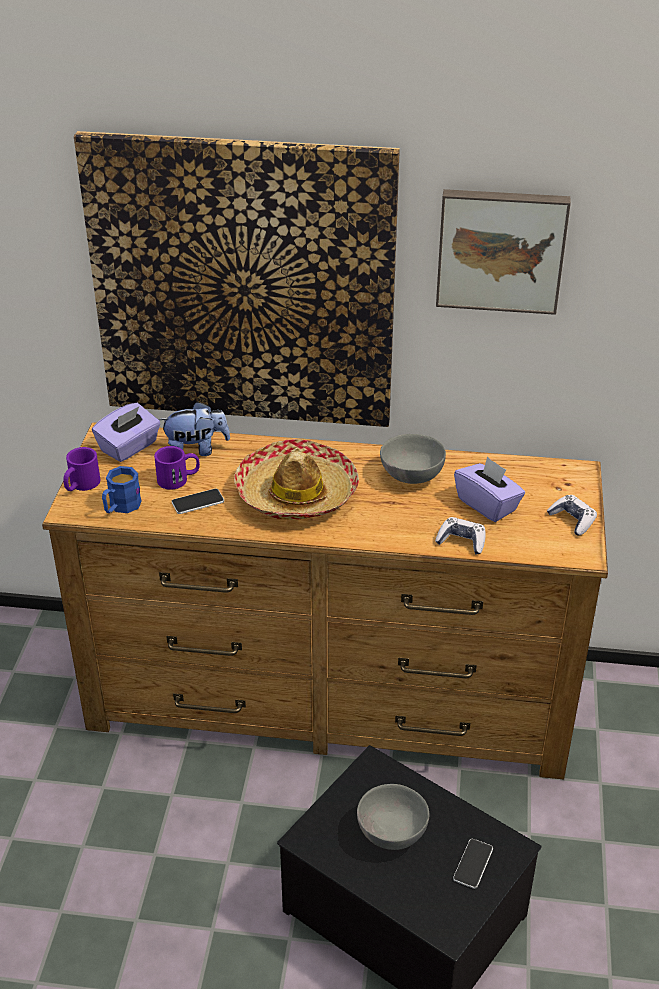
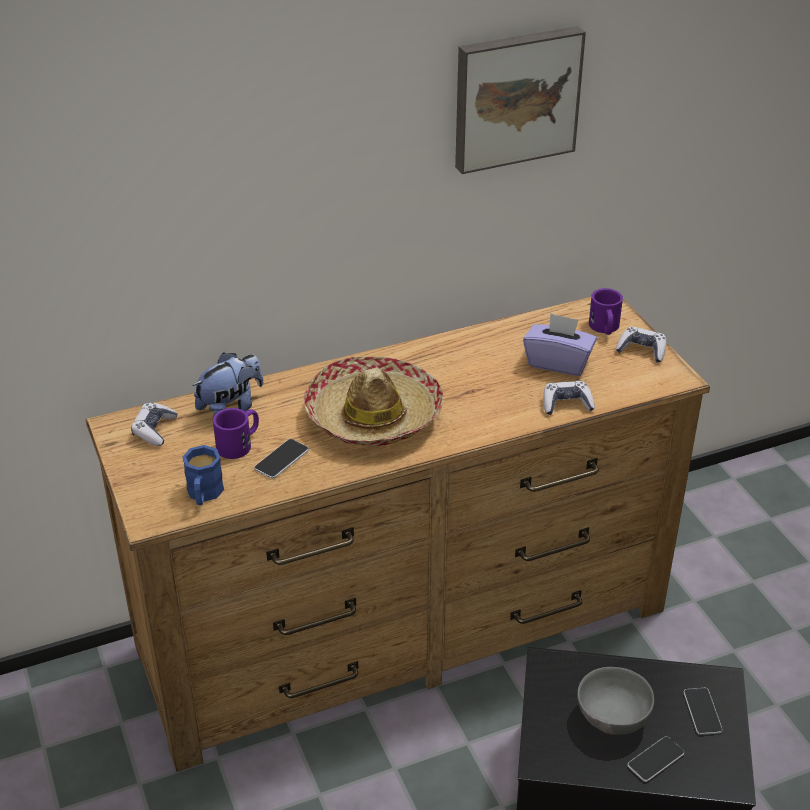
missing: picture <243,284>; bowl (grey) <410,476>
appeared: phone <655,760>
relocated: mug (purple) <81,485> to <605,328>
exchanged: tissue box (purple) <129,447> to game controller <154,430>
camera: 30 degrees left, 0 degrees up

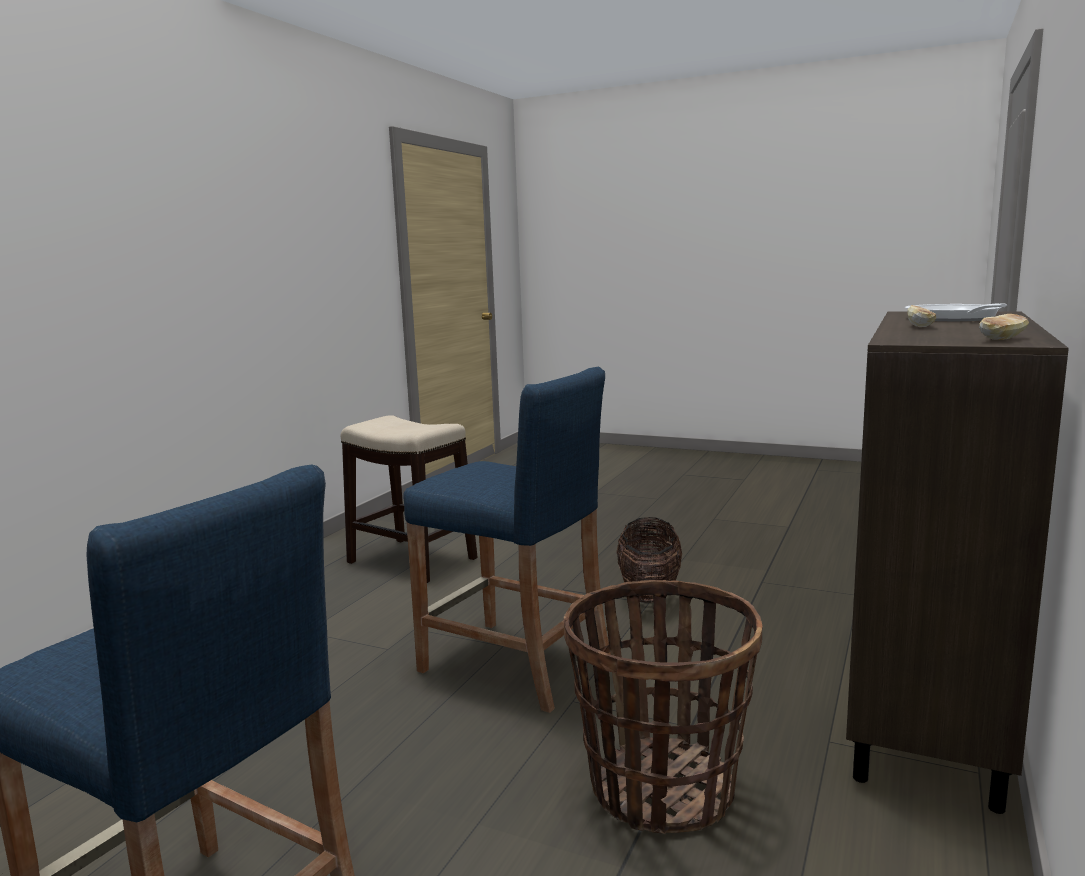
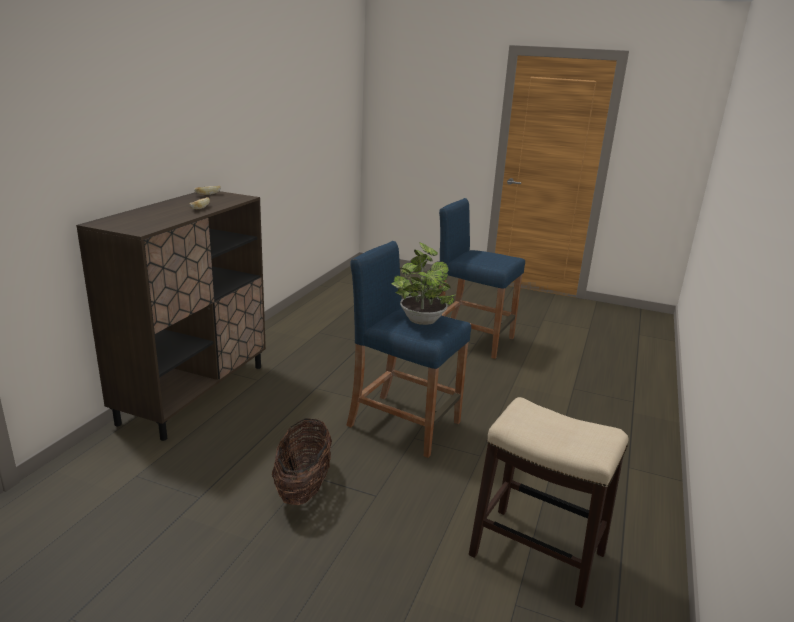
missing: basket <660,788>; frying pan <954,319>
appeared: potted plant <421,319>
camera: 175 degrees right, 10 degrees up

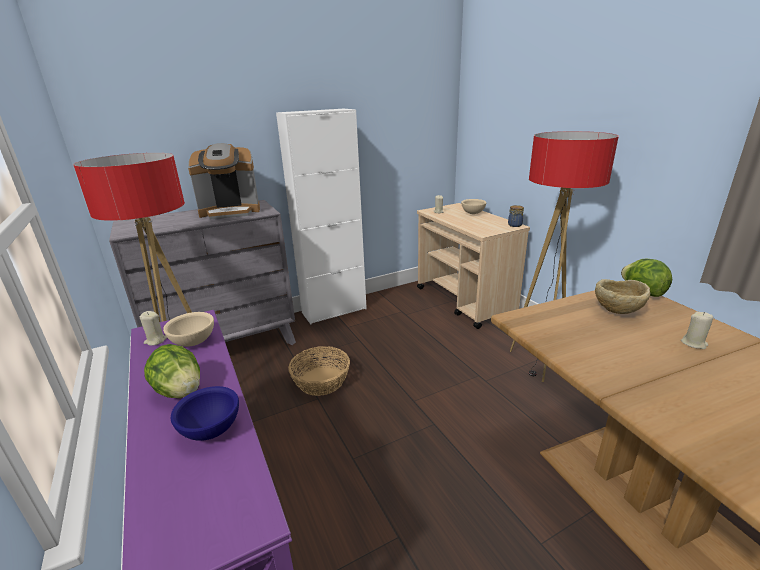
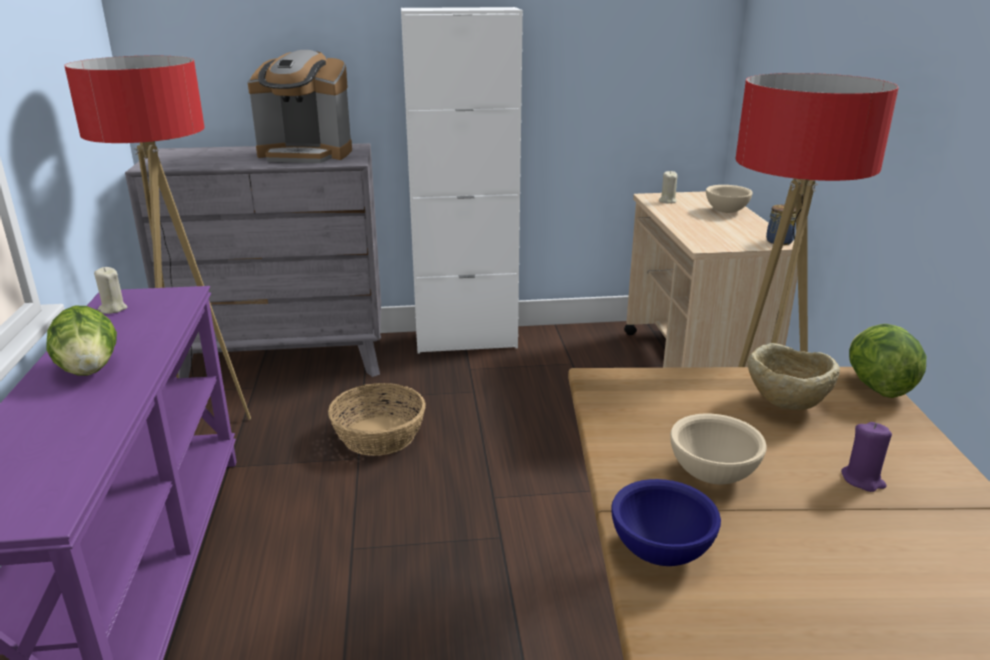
relocated: bowl (beige) <193,342> to <711,473>; bowl (blue) <212,429> to <661,550>
colour: candle (beige) <694,343> to candle (purple) <862,480>
camera: 20 degrees right, 0 degrees up

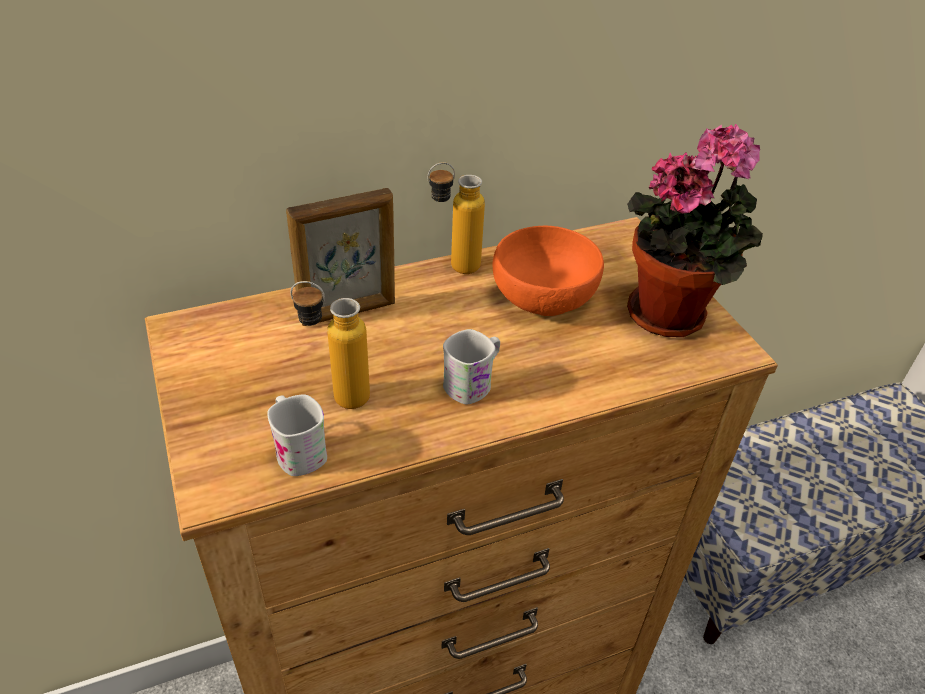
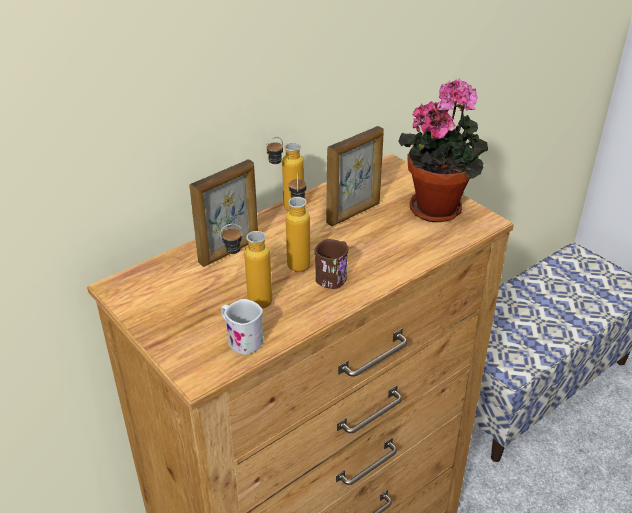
appeared: bottle <298,259>
exchanged: bowl (orange) <544,294> to picture frame <354,213>
colour: mug (white) <473,383> to mug (brown) <334,276>
camera: 15 degrees left, 5 degrees down

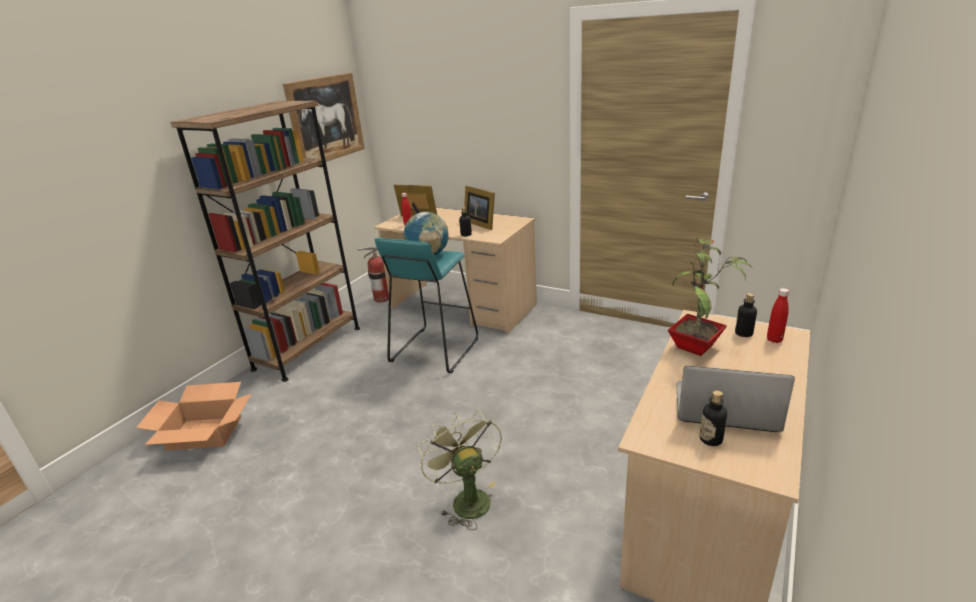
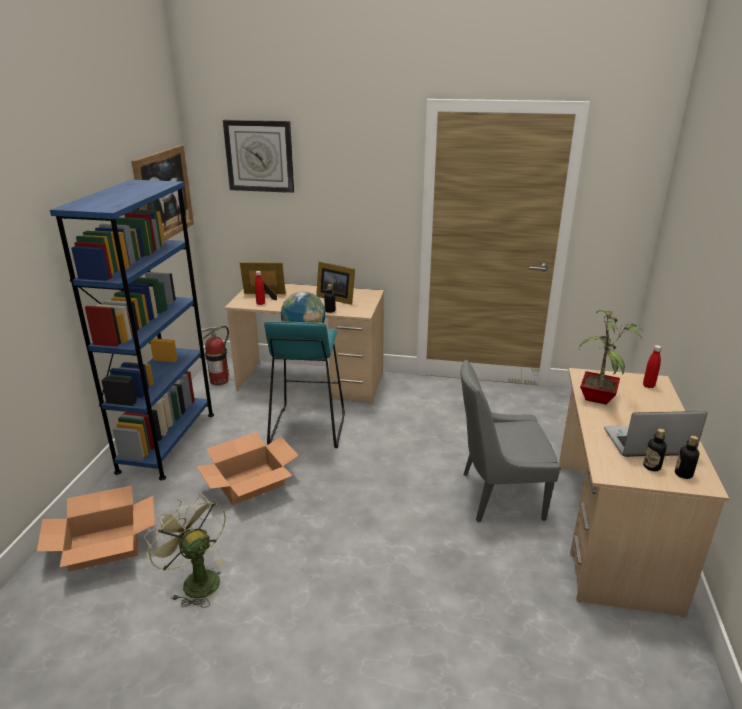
appeared: cardboard box <250,483>; wall clock <259,156>; chair (grey) <498,496>
relocated: fan (green) <466,498> to <195,580>; bottle <743,333> to <683,474>
colour: bookcase (brown) <308,348> to bookcase (blue) <167,442>
camera: 20 degrees left, 0 degrees up

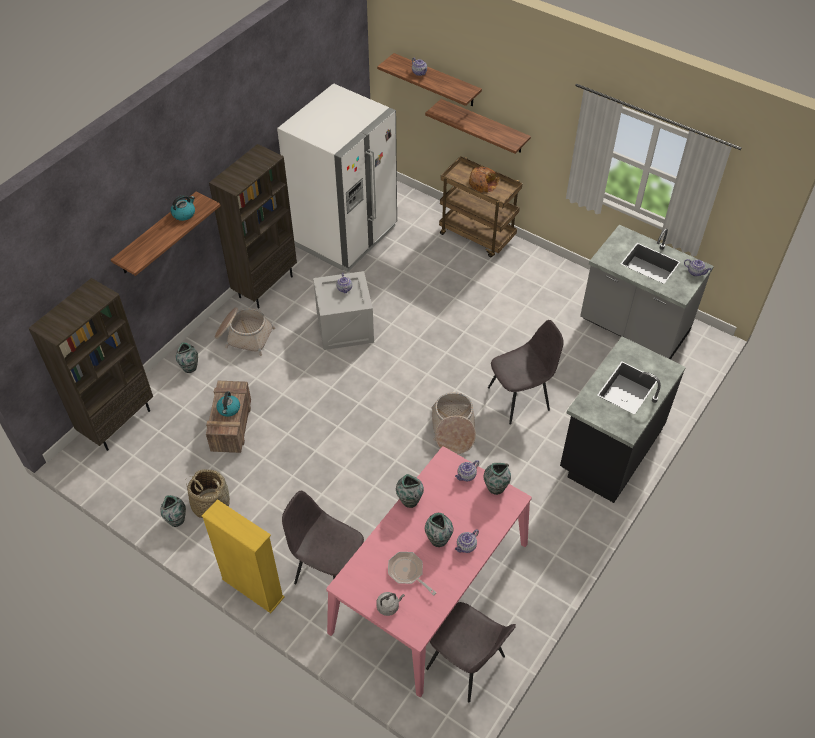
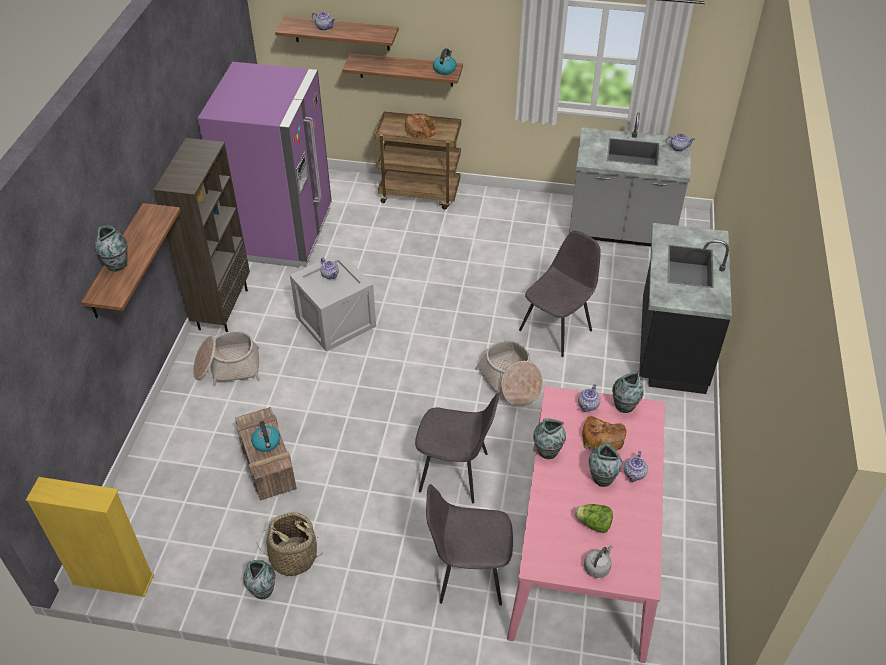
missing: bookcase (brown) <118,423>
appeared: bread <602,438>
relocated: kettle <184,214> to <444,69>; vase <190,367> to <117,264>; bookcase (yellow) <253,588> to <113,580>; chair (grey) <467,664> to <456,473>
exchanged: frying pan <408,572> to lettuce <593,524>
colour: fridge (white) <345,235> to fridge (purple) <281,233>
camera: 25 degrees left, 5 degrees down

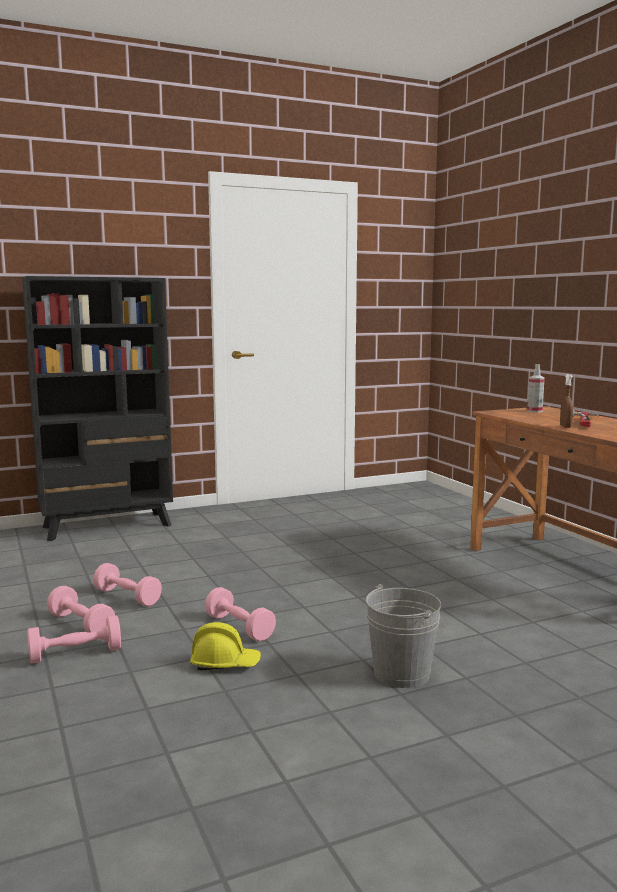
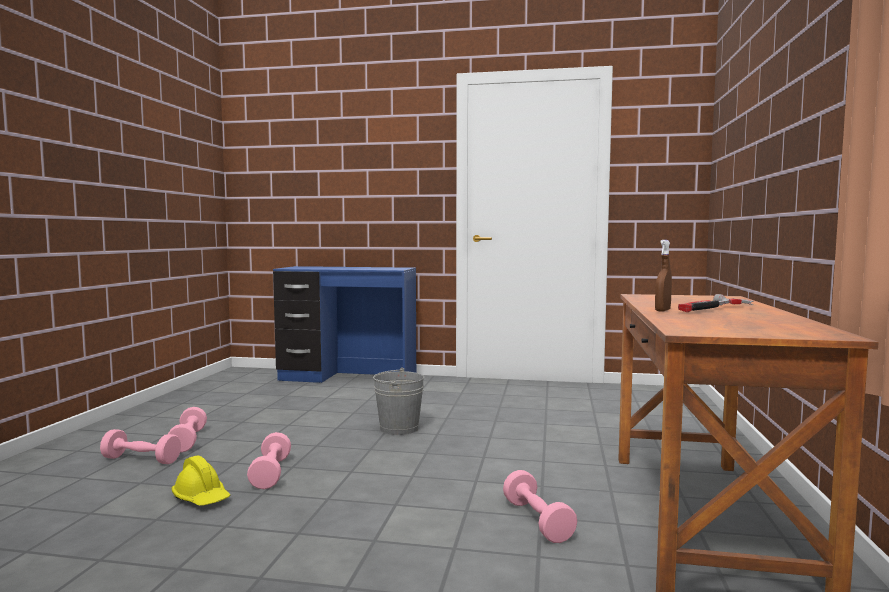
missing: spray bottle <534,411>
relocated: dumbbell (pink) <127,597> to <537,521>; bucket (grey) <401,673> to <399,428>
exchanged: bookcase (black) <108,526> to desk (blue) <347,378>
camera: 35 degrees right, 5 degrees down

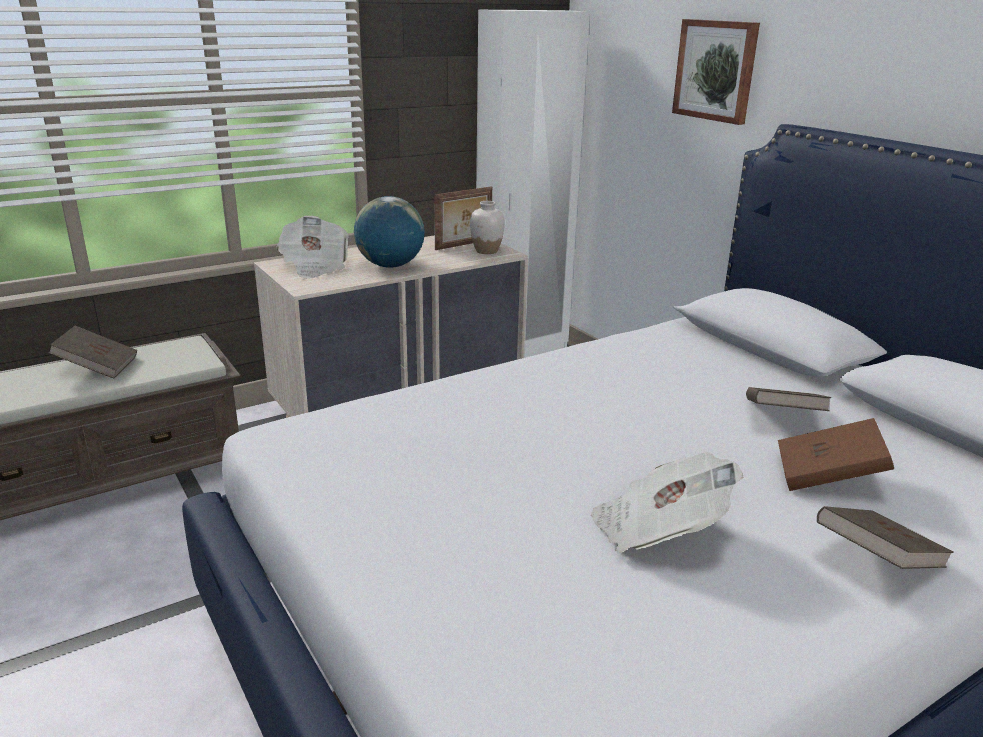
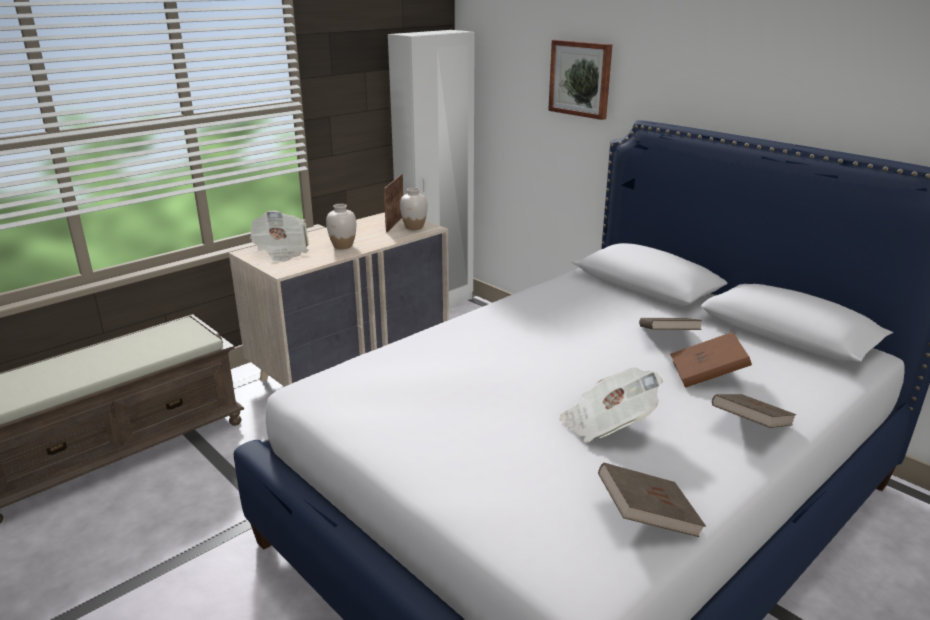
relocated: book (brown) <97,367> to <647,517>
exchanged: globe <390,265> to vase (white) <342,246>
spun: picture frame <464,245> = <394,223> 150 degrees clockwise
camera: 10 degrees left, 0 degrees up

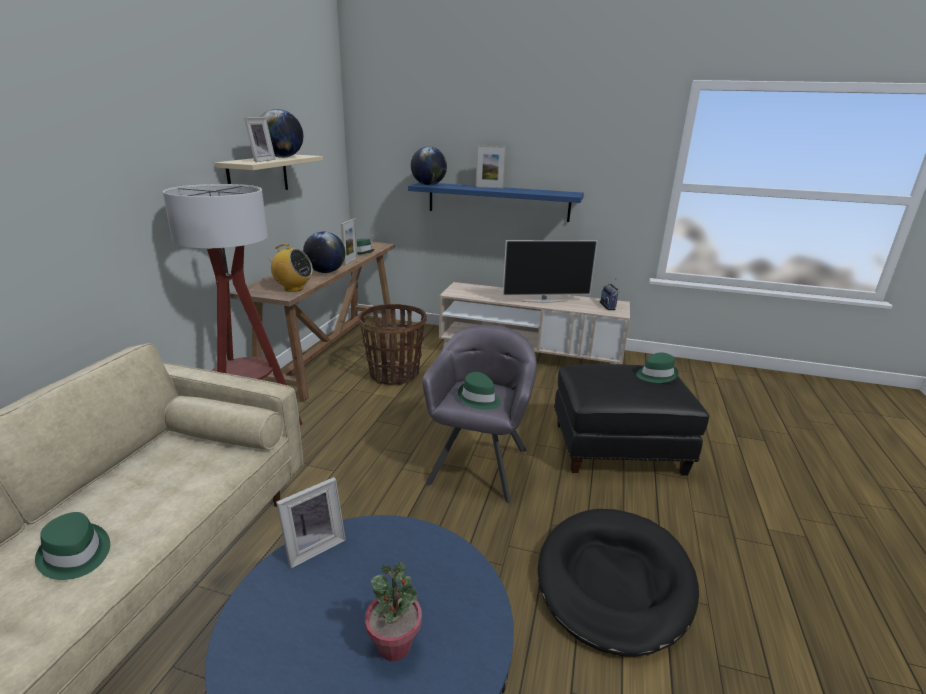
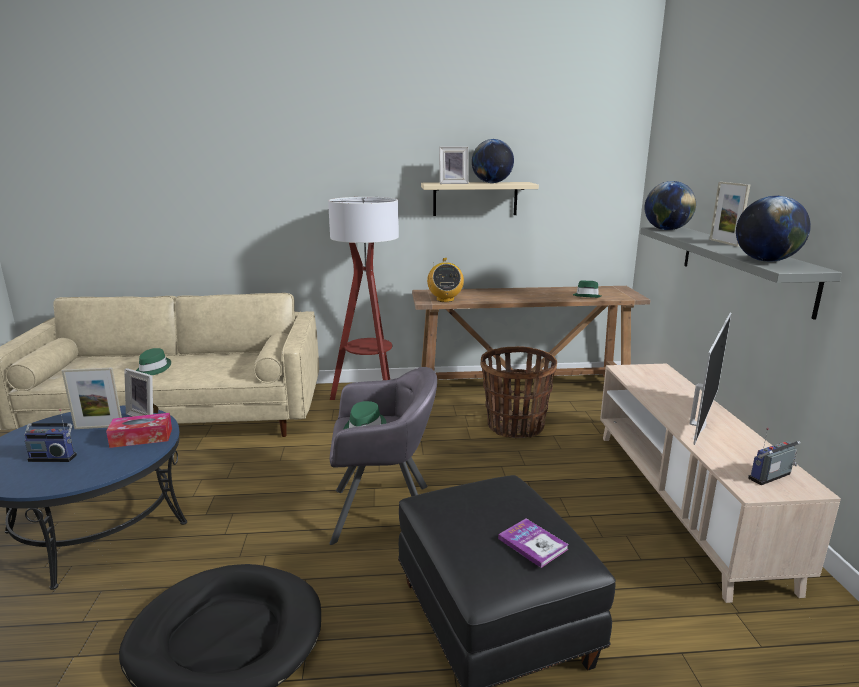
appeared: tissue box <141,438>
relocated: globe <326,272> to <766,261>; picture frame <350,261> to <99,427>
exchanged: potted plant <394,645> to radio <54,457>; hat (green) <656,375> to book <532,544>
colour: shelf (blue) <498,201> to shelf (grey) <743,266>
spun: television <545,301> = <697,424> 120 degrees counterclockwise
camera: 70 degrees right, 5 degrees down

